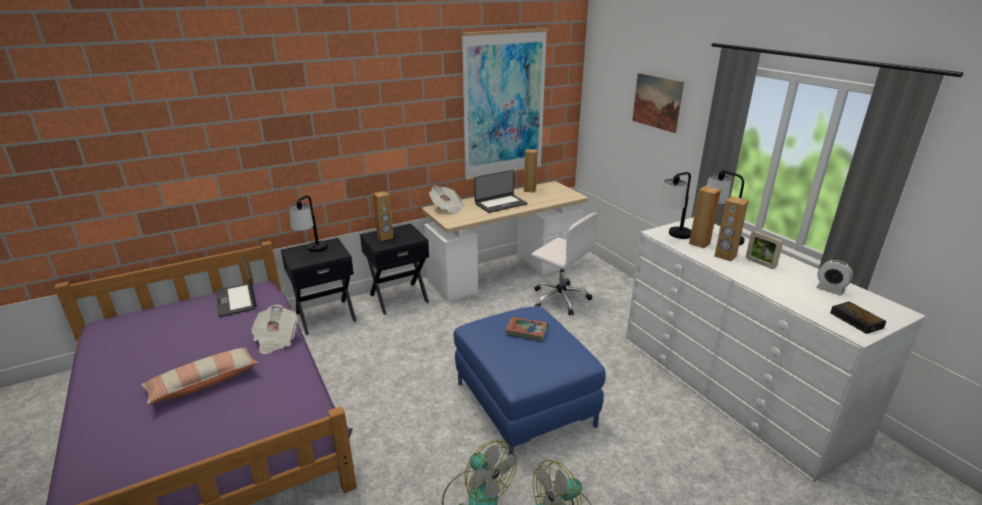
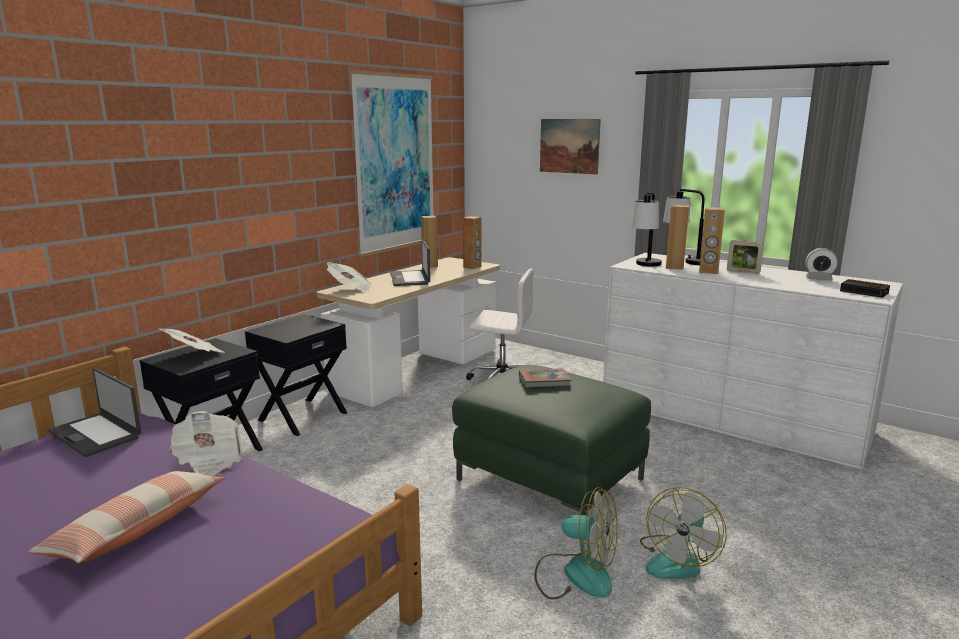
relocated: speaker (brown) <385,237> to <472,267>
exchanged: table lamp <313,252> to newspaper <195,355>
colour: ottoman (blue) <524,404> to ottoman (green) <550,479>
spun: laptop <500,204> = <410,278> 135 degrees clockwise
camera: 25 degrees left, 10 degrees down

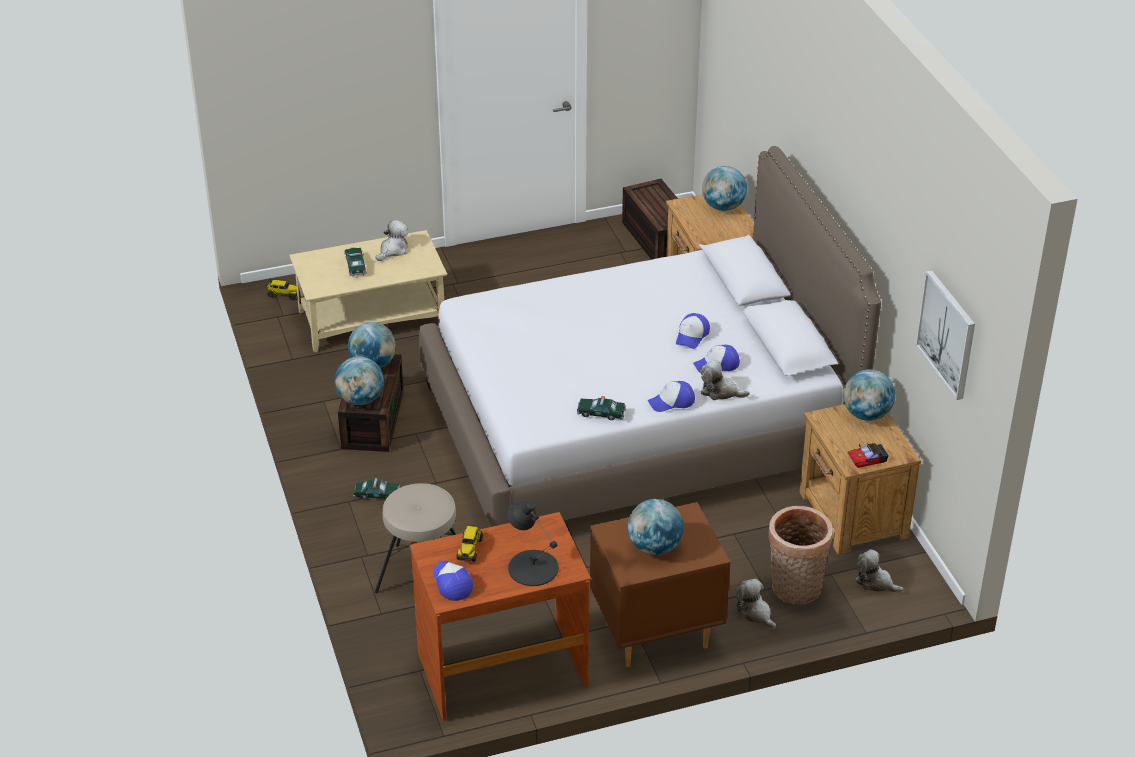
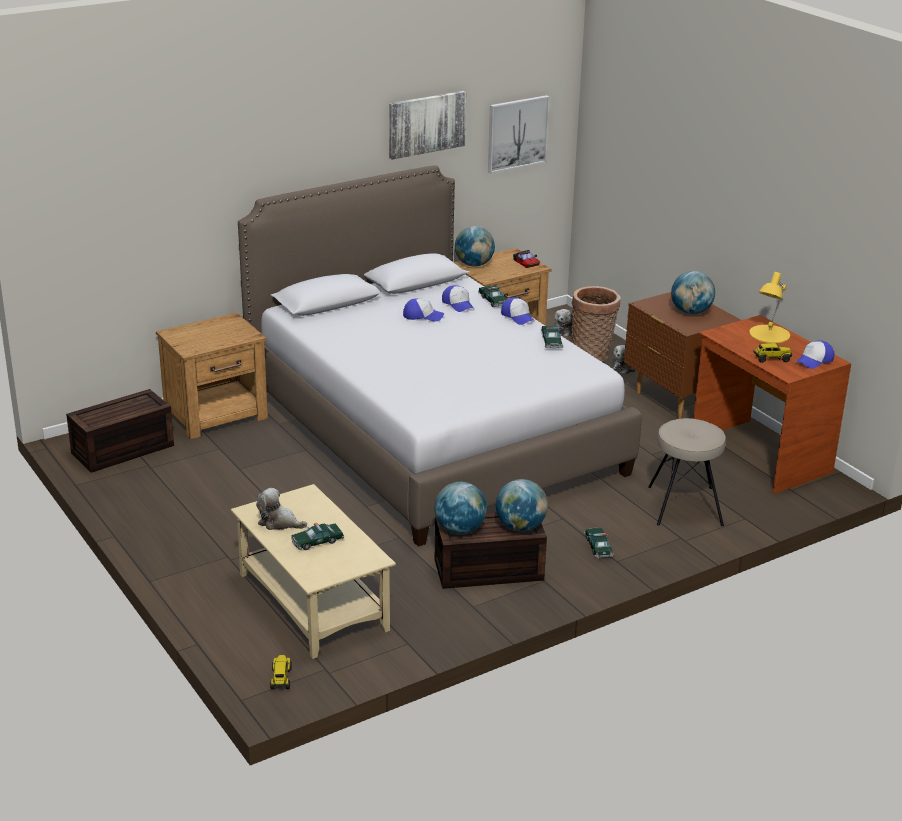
missing: globe <723,207>
appeared: picture <426,124>
exchanged: plush toy <720,391> to toy car <493,301>
colour: table lamp (black) <533,567> to table lamp (yellow) <769,334>
camera: 105 degrees left, 10 degrees down

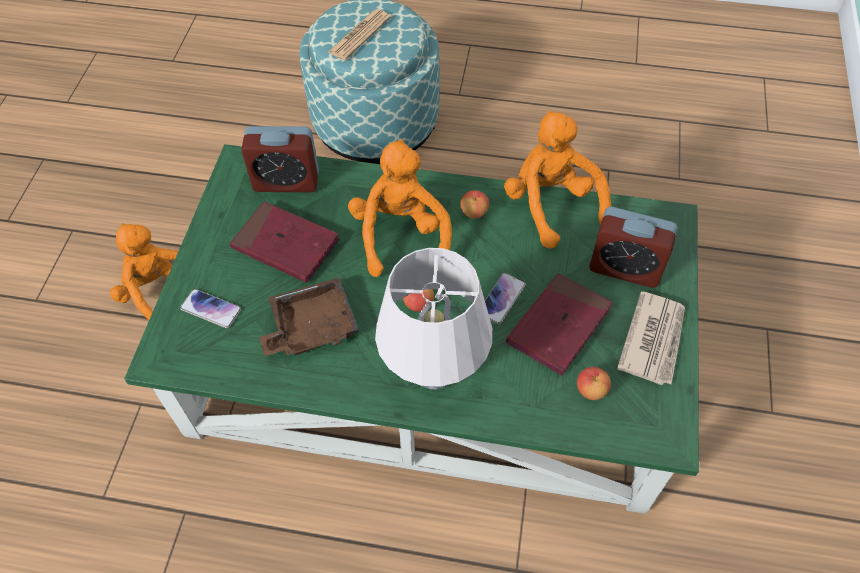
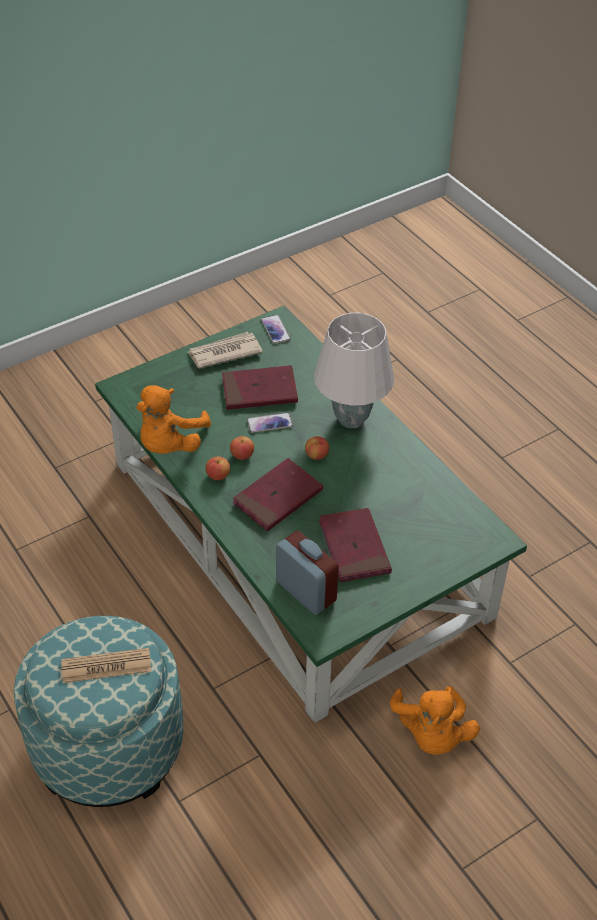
missing: tray (brown) <311,326>; alarm clock <625,268>
relocated: phone <211,309> to <275,330>; apple <591,390> to <242,455>
exchanged: plush toy (orange) <400,235> to book (red) <278,497>
camera: 135 degrees left, 10 degrees down

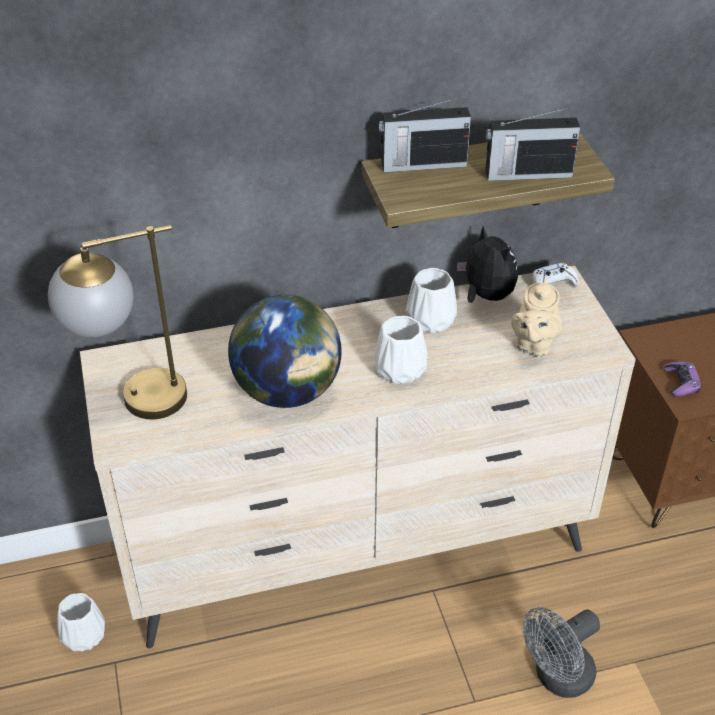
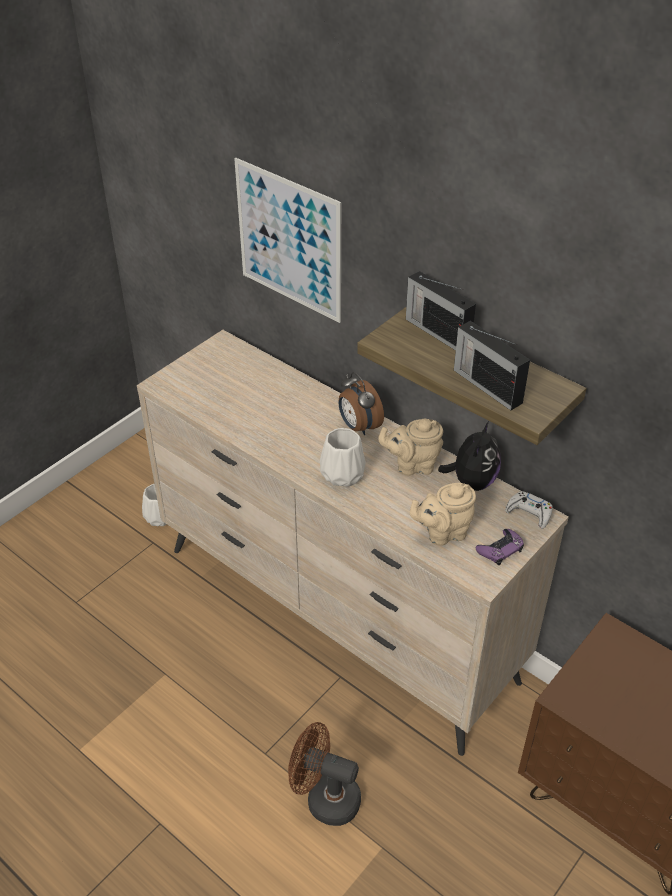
missing: table lamp <132,403>; globe <288,391>
appeared: picture <289,241>; alarm clock <358,427>
relocated: game controller (purple) <681,382> to <500,549>
exchanged: vase (white) <431,320> to teapot (beige) <412,465>
colour: fan (grey) <557,678> to fan (brown) <325,798>
camera: 55 degrees right, 0 degrees up

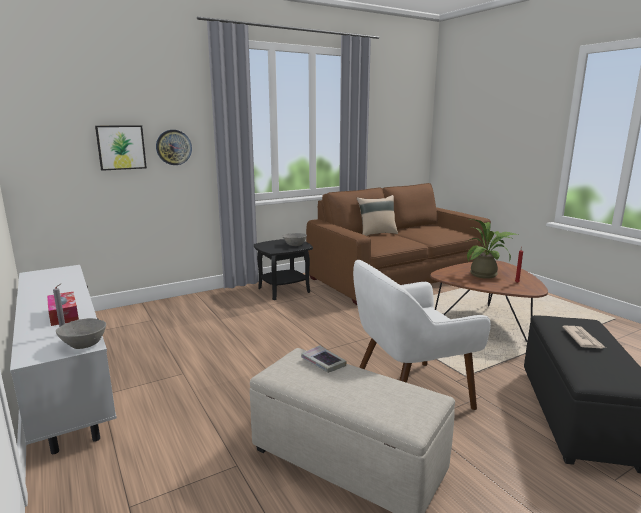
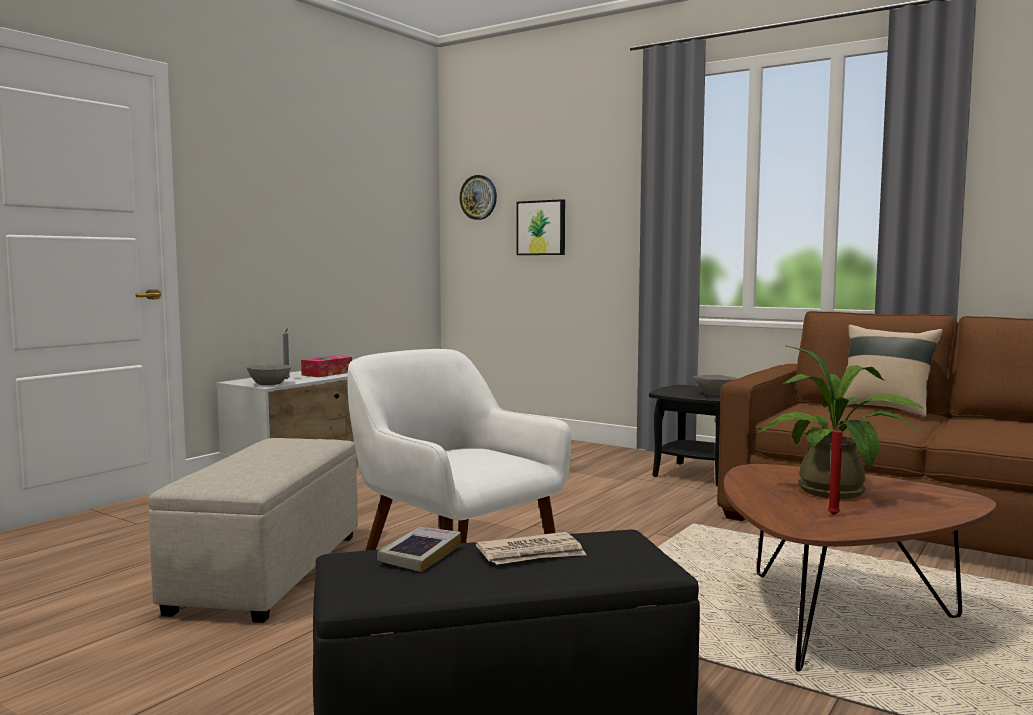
relocated: wall clock <173,147> to <478,197>; book <323,362> to <420,555>
camera: 65 degrees right, 10 degrees down

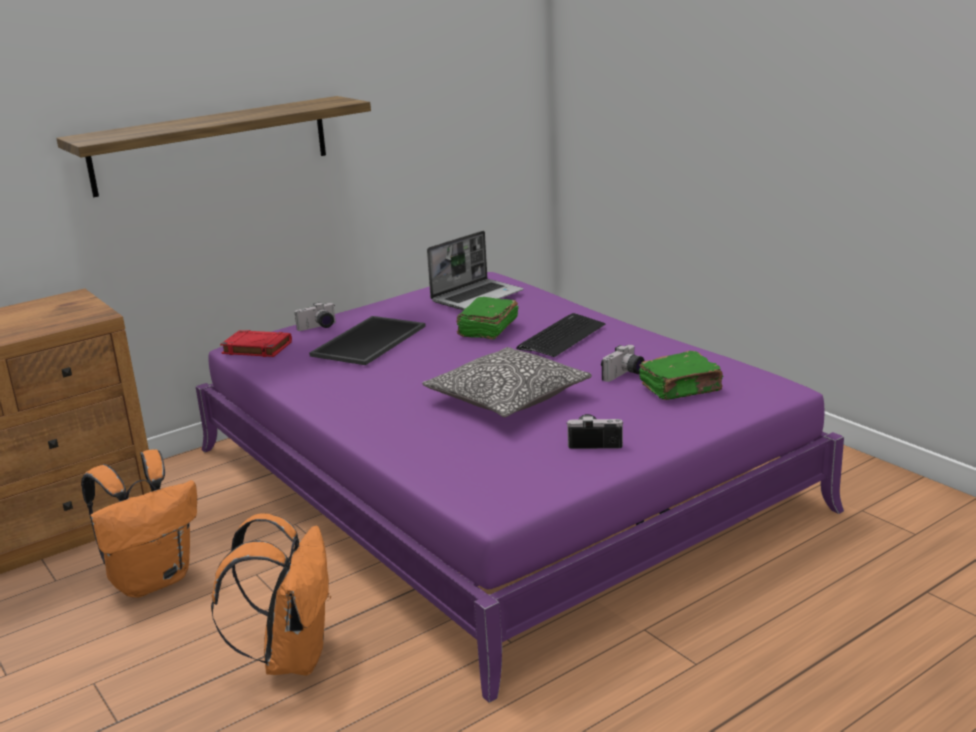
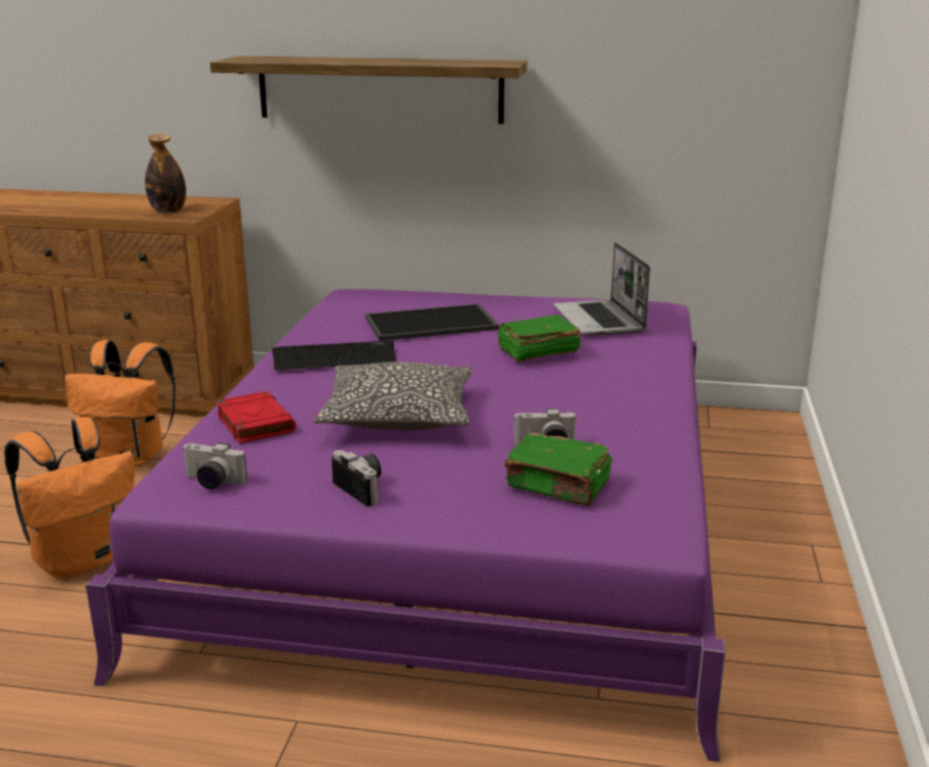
appeared: bottle <168,211>
relocated: book (red) <256,348> to <254,422>; photo camera <318,327> to <211,482>; keyboard <561,337> to <334,357>
spun: laptop <477,296> = <600,320> 75 degrees clockwise
camera: 45 degrees right, 0 degrees up

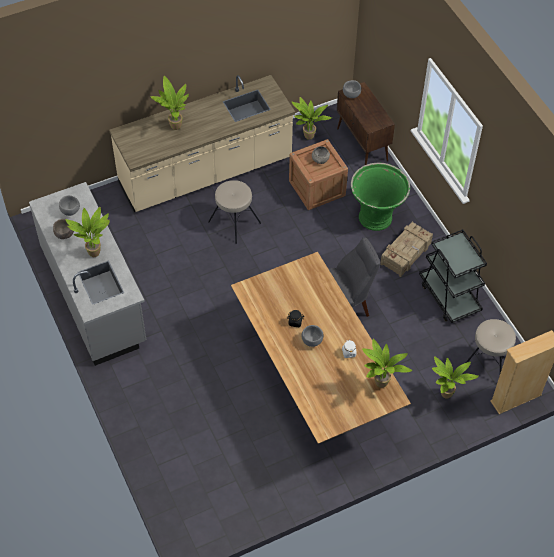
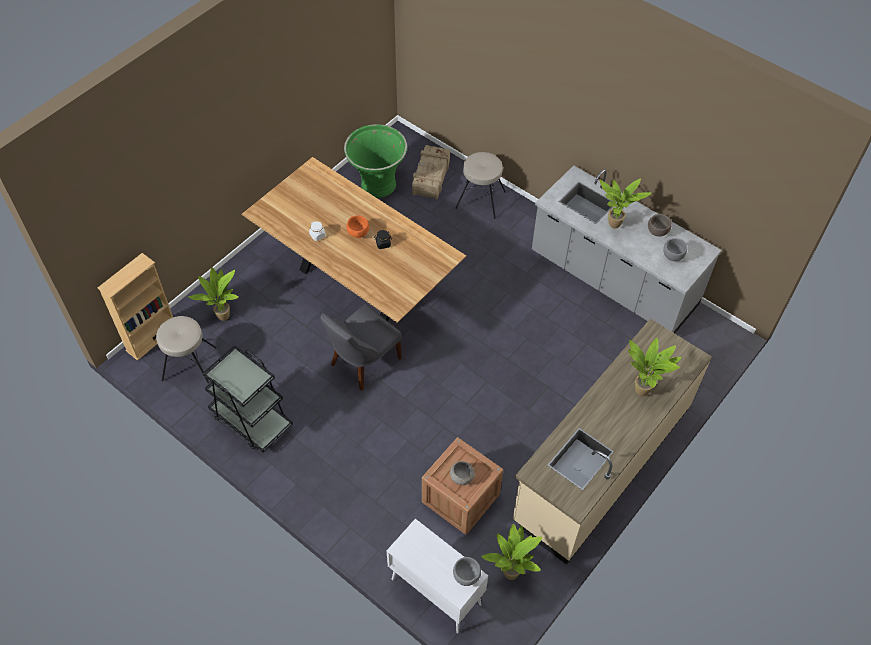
missing: potted plant <380,385>
relocated: stool (beige) <234,222> to <480,199>; planter (green) <376,218> to <377,185>; crate <406,253> to <430,177>
colour: bowl (grey) <312,341> to bowl (orange) <358,233>; cabinet (brown) <362,145> to cabinet (white) <435,591>
camera: 155 degrees right, 0 degrees up

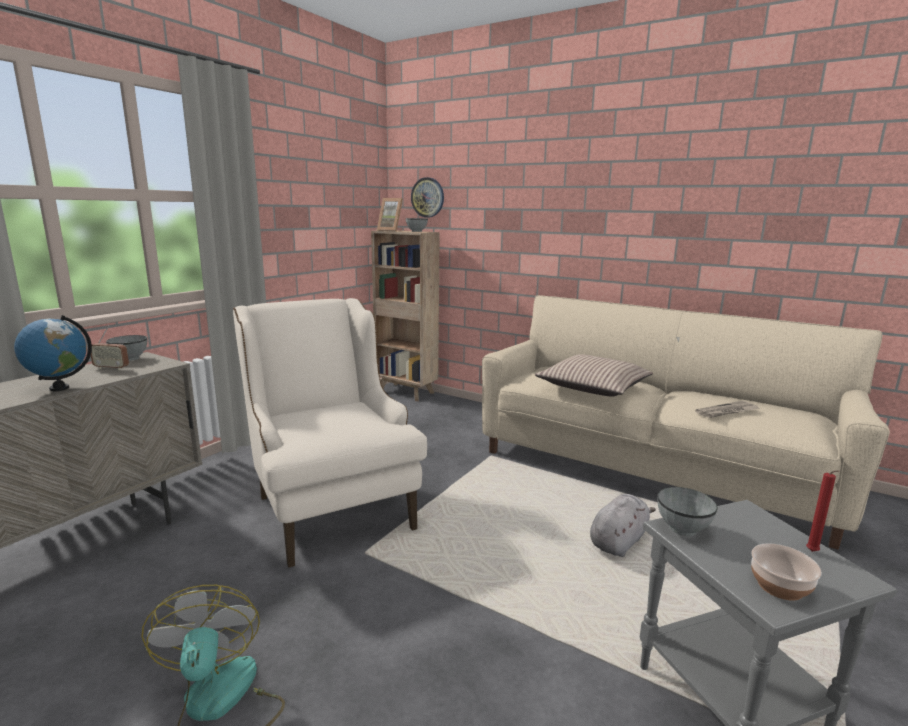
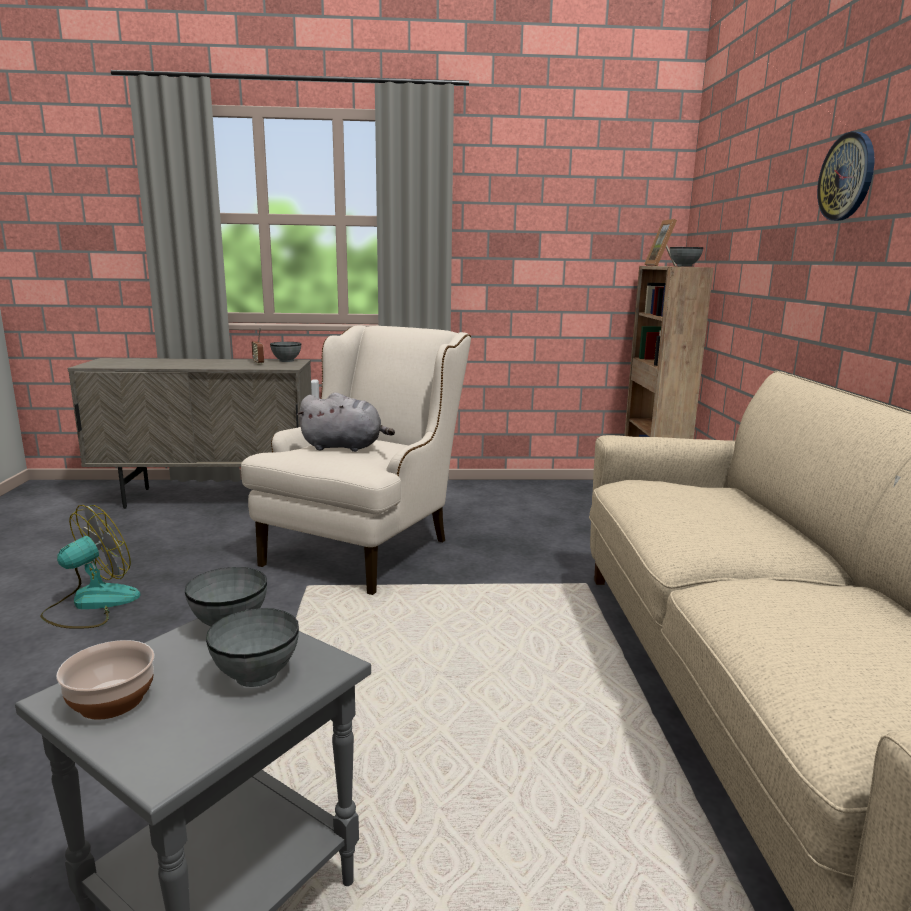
missing: globe <59,388>; pillow <593,387>; newspaper <727,411>; candle (red) <813,552>
appeared: bowl (grey) <257,674>
relocated: wall clock <428,197> to <847,177>; plush toy (grey) <618,541> to <345,447>
camera: 55 degrees right, 0 degrees up

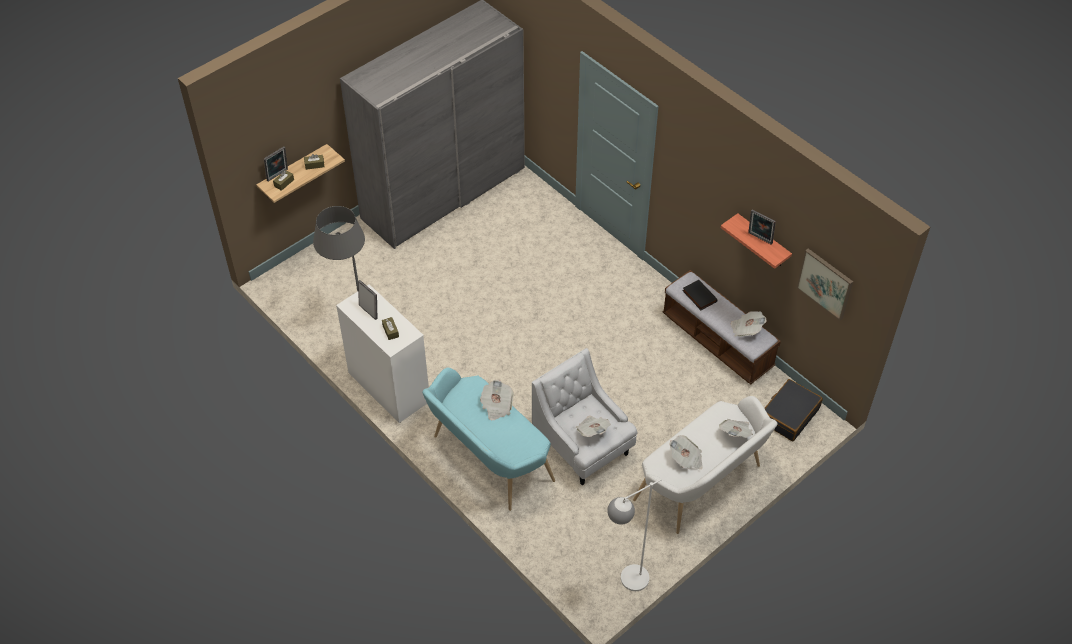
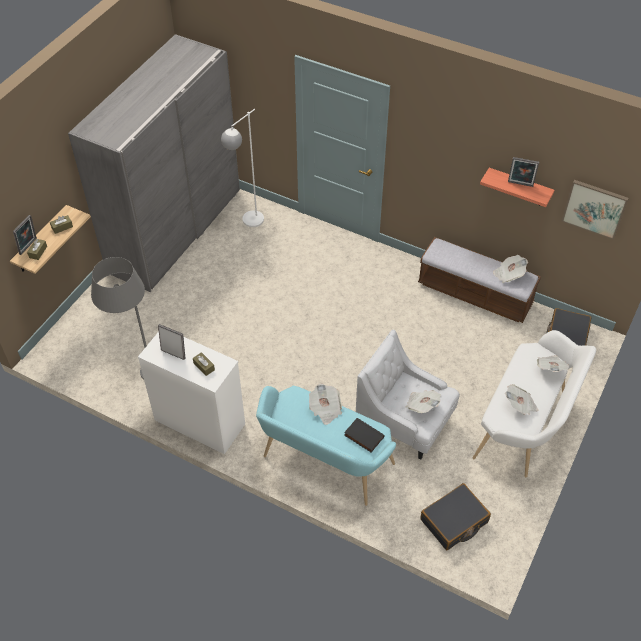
appeared: suitcase (black) <454,521>
relocated: floor lamp (white) <626,583> to <248,224>; book (black) <698,296> to <363,436>
camera: 20 degrees left, 0 degrees up

